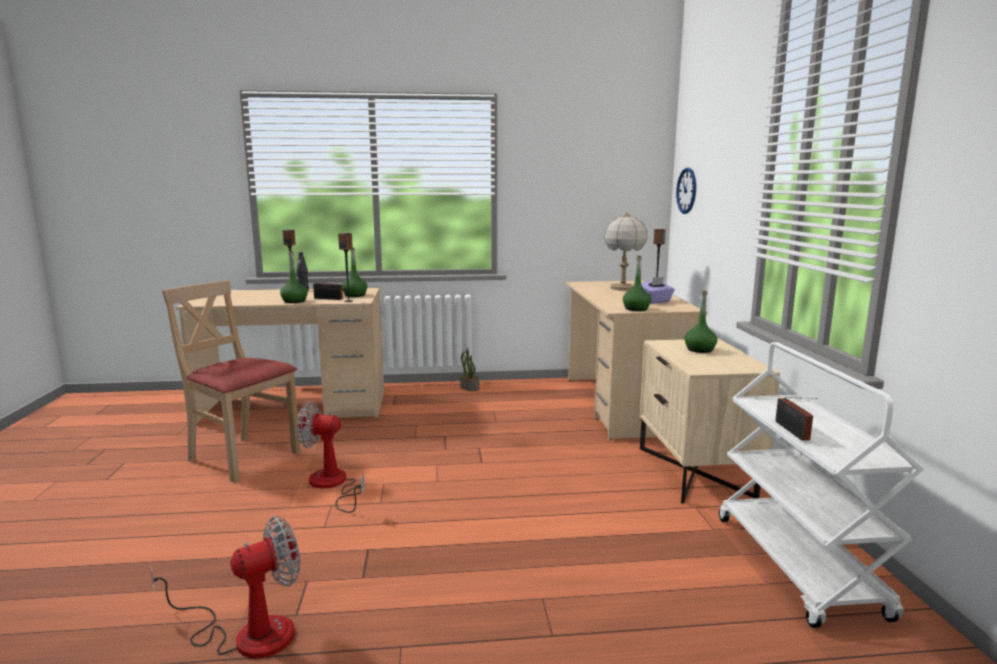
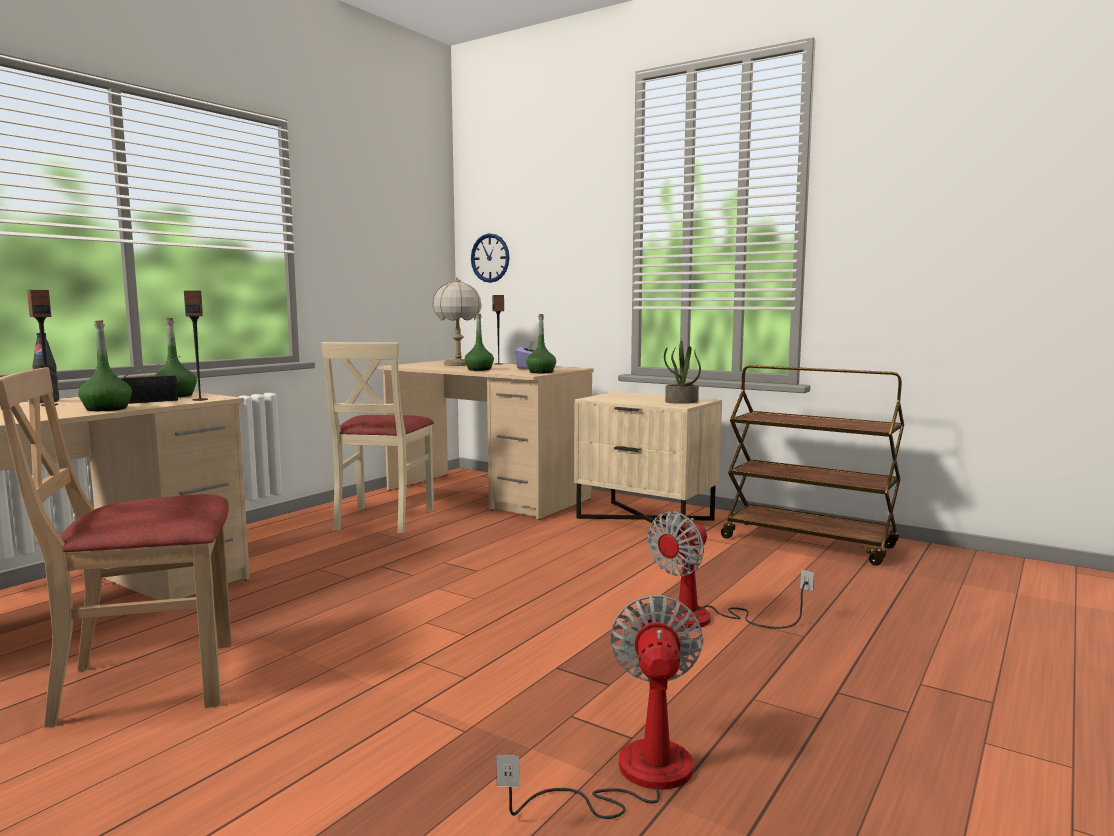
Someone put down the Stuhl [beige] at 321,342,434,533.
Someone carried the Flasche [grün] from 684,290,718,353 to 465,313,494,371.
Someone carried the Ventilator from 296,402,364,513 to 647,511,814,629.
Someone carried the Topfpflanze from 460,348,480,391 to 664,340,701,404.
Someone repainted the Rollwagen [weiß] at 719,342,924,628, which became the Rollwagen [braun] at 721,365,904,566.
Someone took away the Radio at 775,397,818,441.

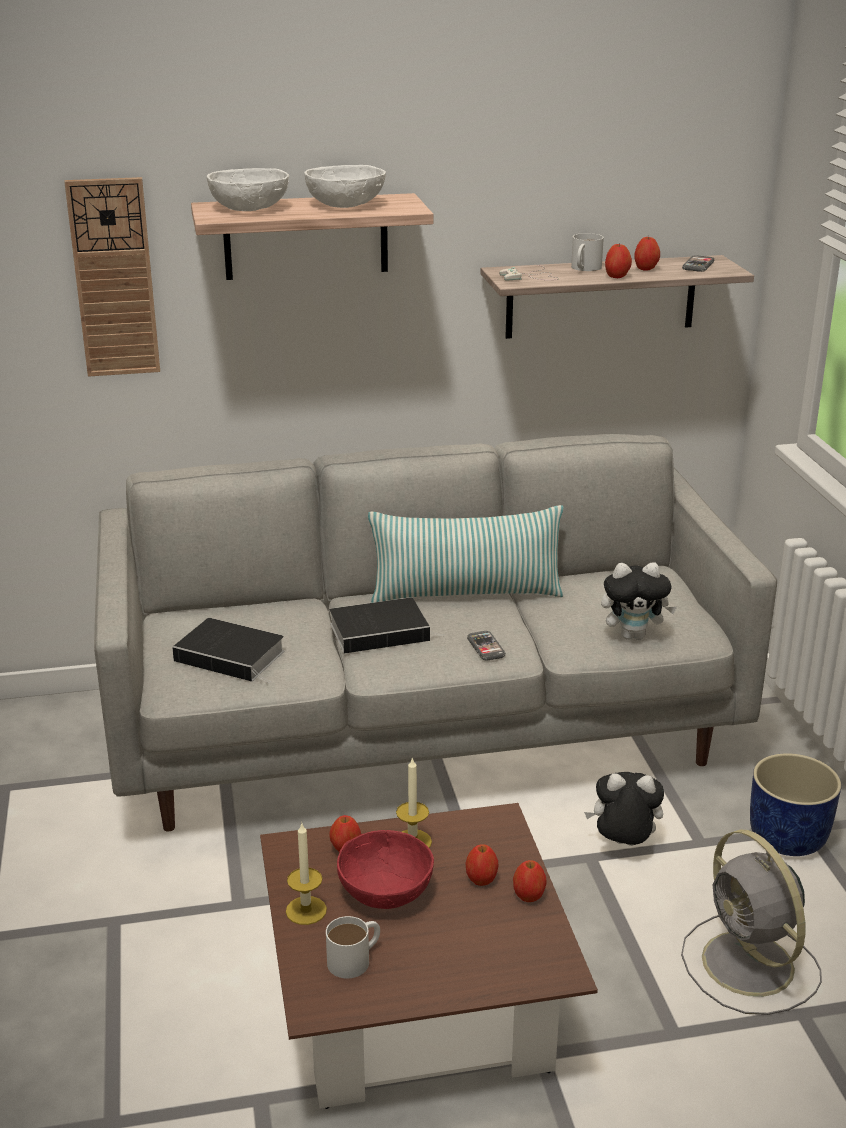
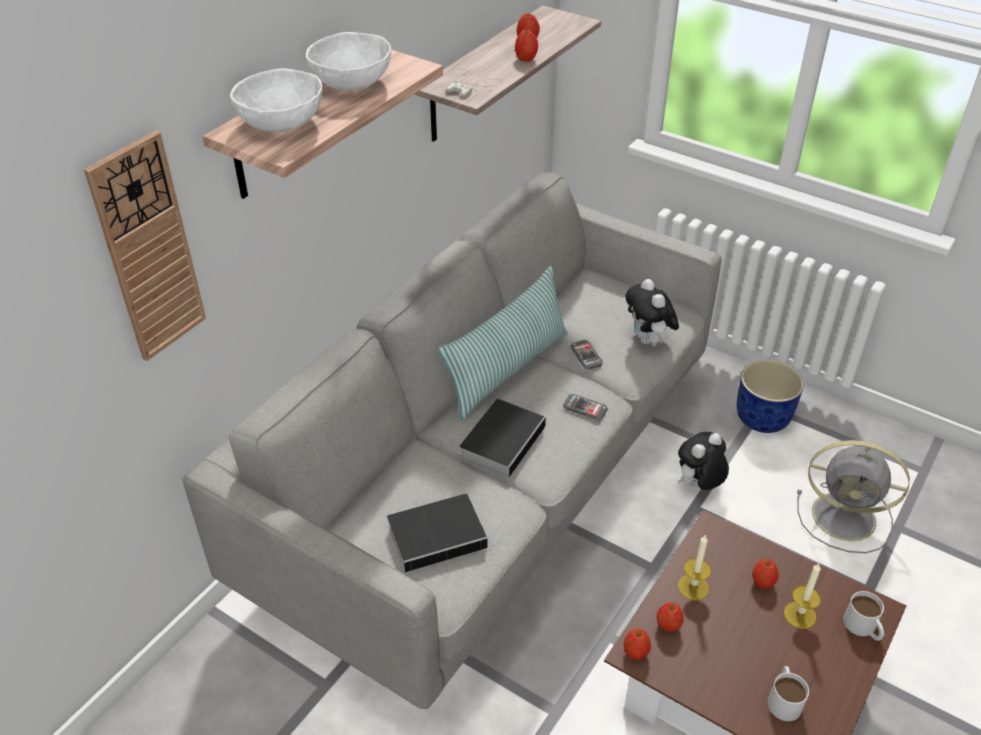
Someone carried the Handy from 682,255,715,272 to 570,340,603,370.
Someone carried the Apfel from 513,860,546,902 to 624,629,651,660.
Someone rotated the Plüschtier at 601,562,677,640 by 120 degrees clockwise.
Someone carried the Kerze from 286,822,327,925 to 784,563,821,629.
Someone carried the Henkelbecher [weiß] from 571,233,604,271 to 843,591,884,641.
Someone took away the Schüssel [rot] at 337,830,434,909.

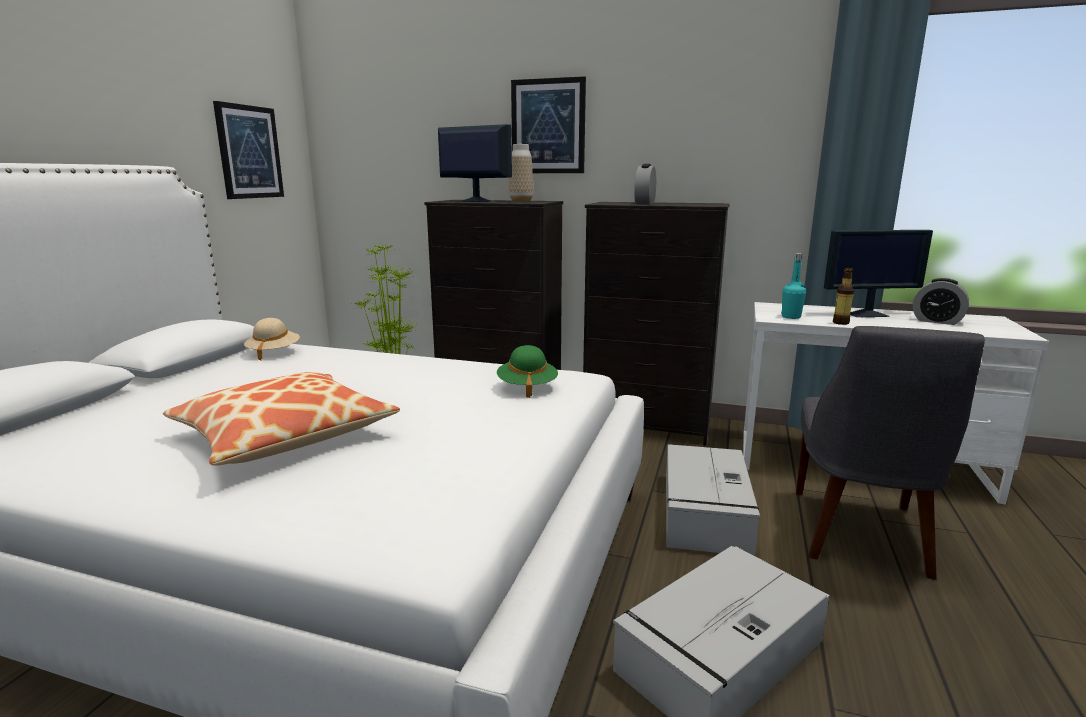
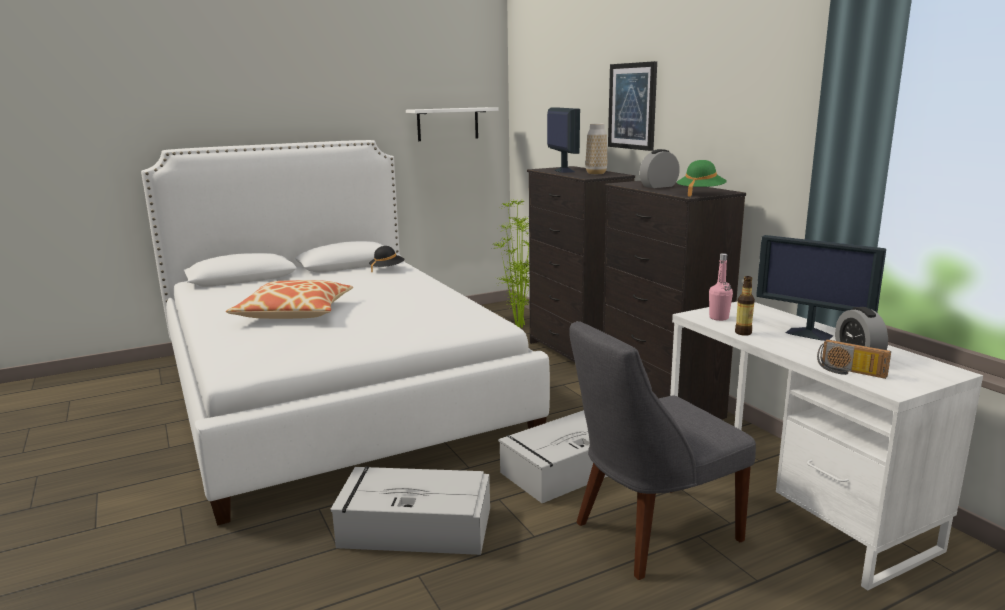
Someone repainted the Hut [beige] at 244,318,300,361, which became the Hut [schwarz] at 369,246,405,272.
Someone swapped the Bild at 213,101,284,199 for the Wandregal [weiß] at 406,107,499,141.
Someone carried the Hut [grün] from 497,345,558,398 to 677,160,727,197.
Someone repainted the Flasche [türkis] at 781,253,806,319, which became the Flasche [rosa] at 709,253,733,321.
Someone put down the Radio at 817,339,891,379.

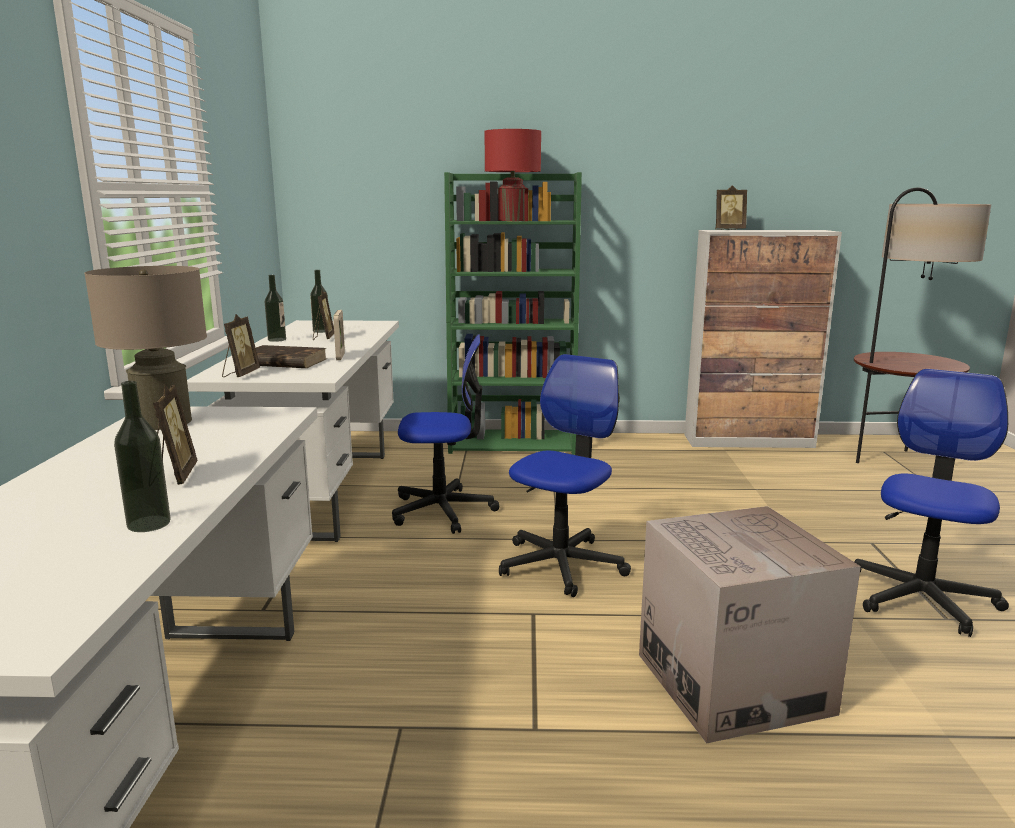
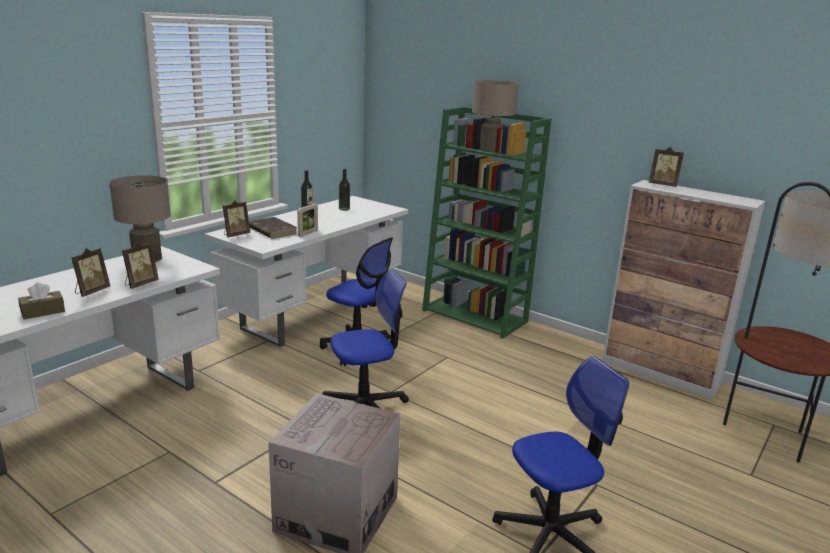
Someone swapped the Flasche at 114,381,171,532 for the Taschentuchbox [braun] at 18,282,65,319.
Someone carried the Bilderrahmen from 313,290,334,340 to 122,242,159,289.
Someone repainted the Tischlampe [rot] at 484,129,541,221, which became the Tischlampe [beige] at 472,80,519,152.

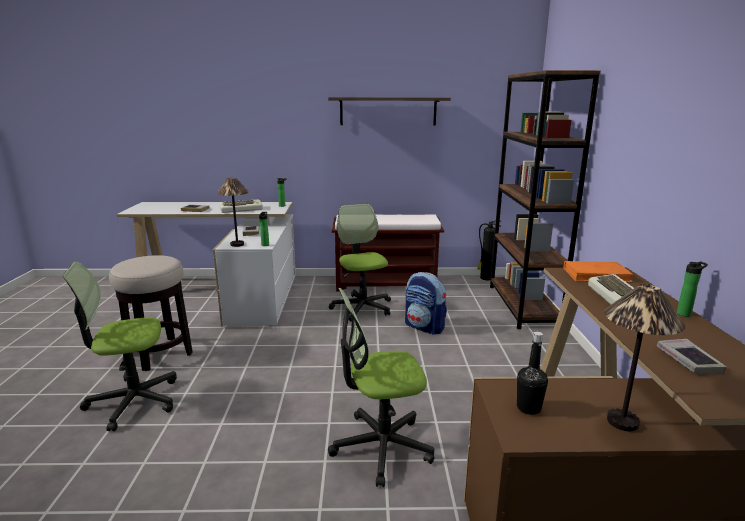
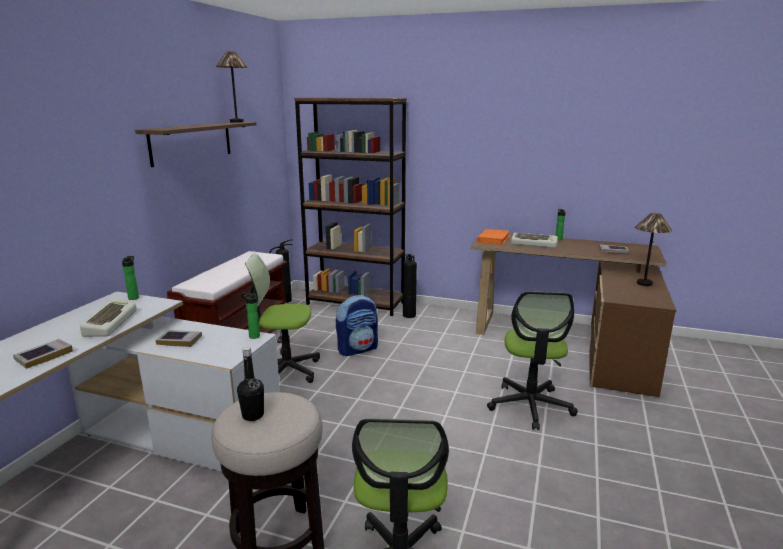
Someone carried the Tischlampe from 216,178,249,247 to 216,51,247,123.
Someone carried the Flasche [schwarz] from 517,332,548,415 to 237,347,264,421.
Someone put down the Feuerlöscher at 403,254,417,318.

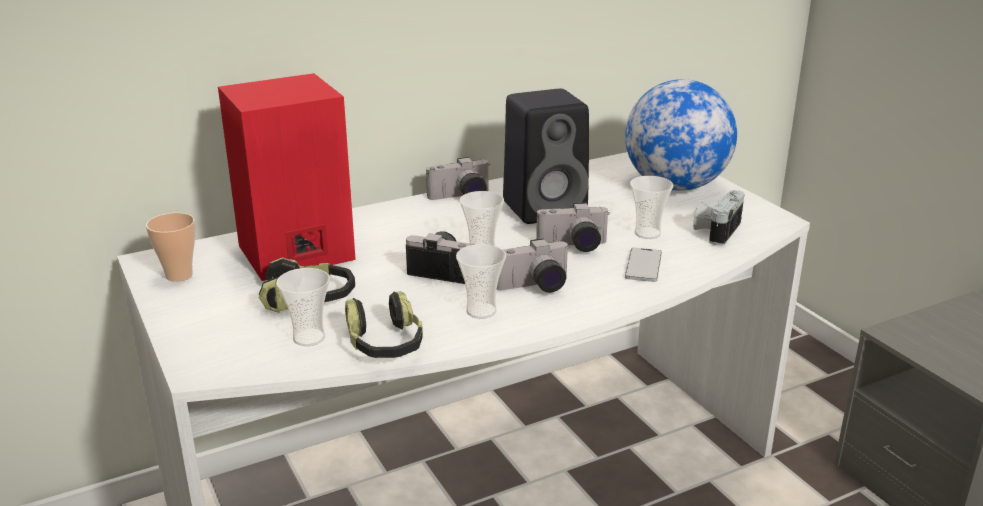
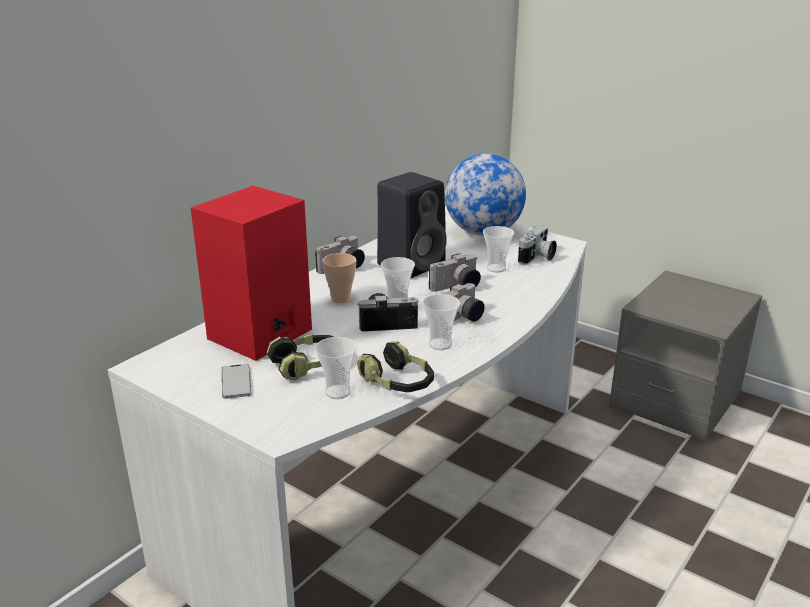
Someone carried the Handy from 625,248,662,282 to 222,364,251,399.
Someone carried the Tasse from 146,213,195,282 to 322,253,356,303.
Someone rotated the Kamera at 693,190,745,246 by 150 degrees counterclockwise.

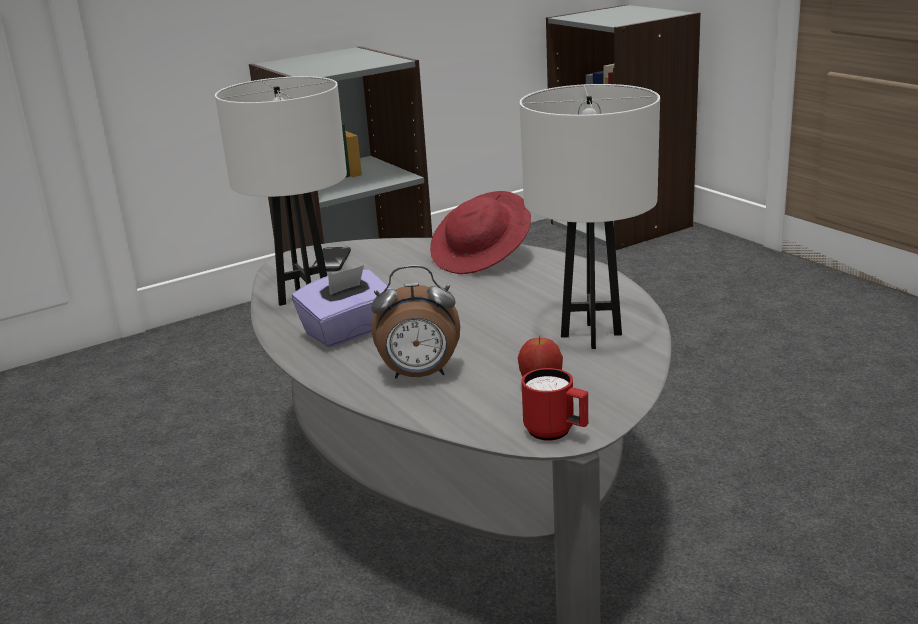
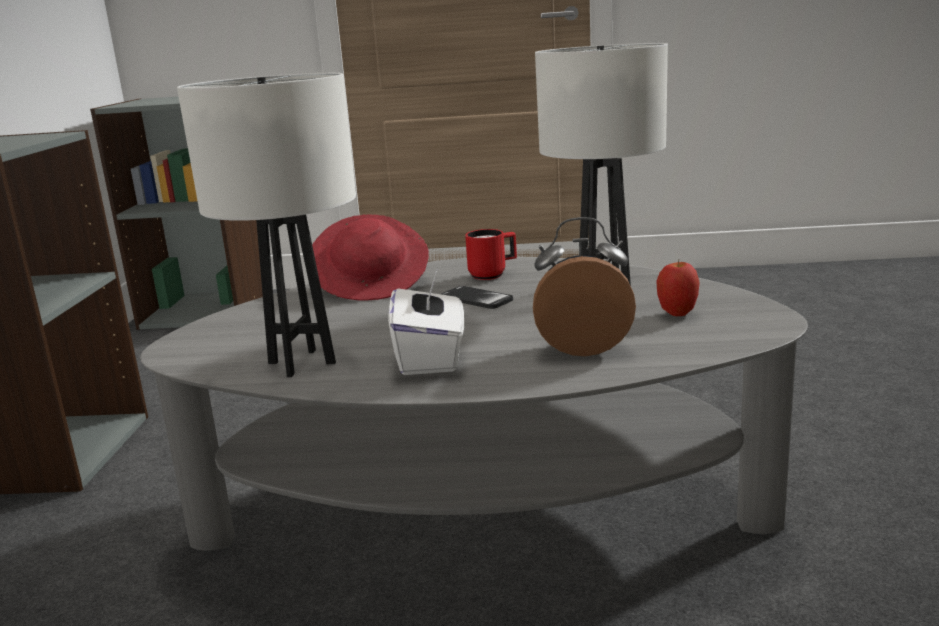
Someone repainted the Taschentuchbox [lila] at 292,265,391,348, which became the Taschentuchbox [weiß] at 388,271,464,375.
Someone carried the Handy from 313,247,351,272 to 441,286,513,309.
Someone carried the Henkelbecher [rot] from 521,368,588,441 to 465,229,517,280.
Someone rotated the Wecker at 371,265,460,379 by 120 degrees counterclockwise.

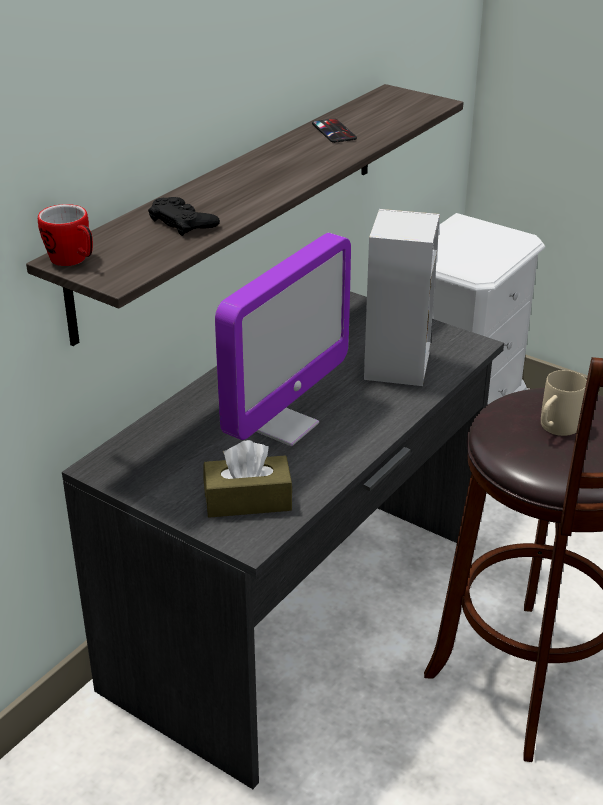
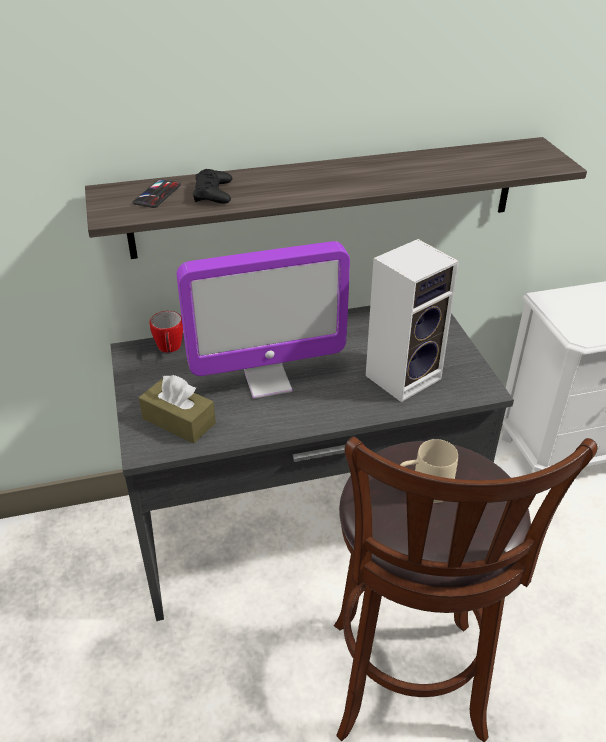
Someone carried the Handy from 312,119,357,143 to 133,179,181,208.
Someone carried the Henkelbecher from 38,204,93,266 to 150,311,183,353.

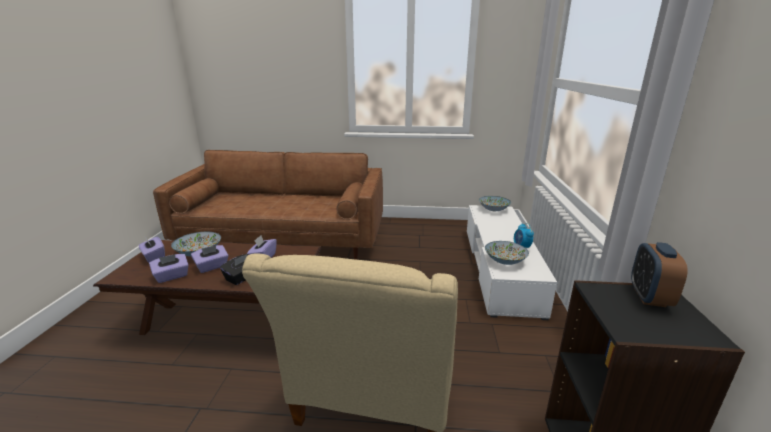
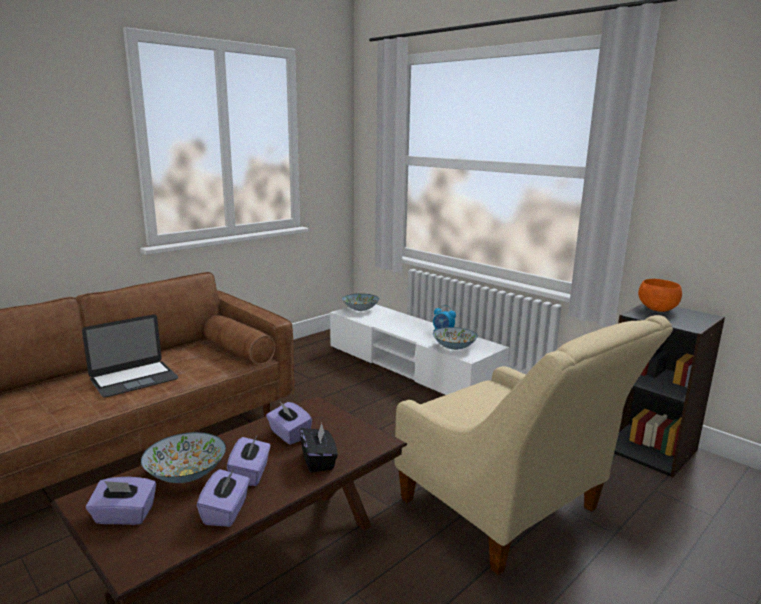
Someone put down the Laptop at 82,314,179,398.
Someone swapped the Wecker at 631,242,688,307 for the Schüssel [orange] at 638,279,682,312.

